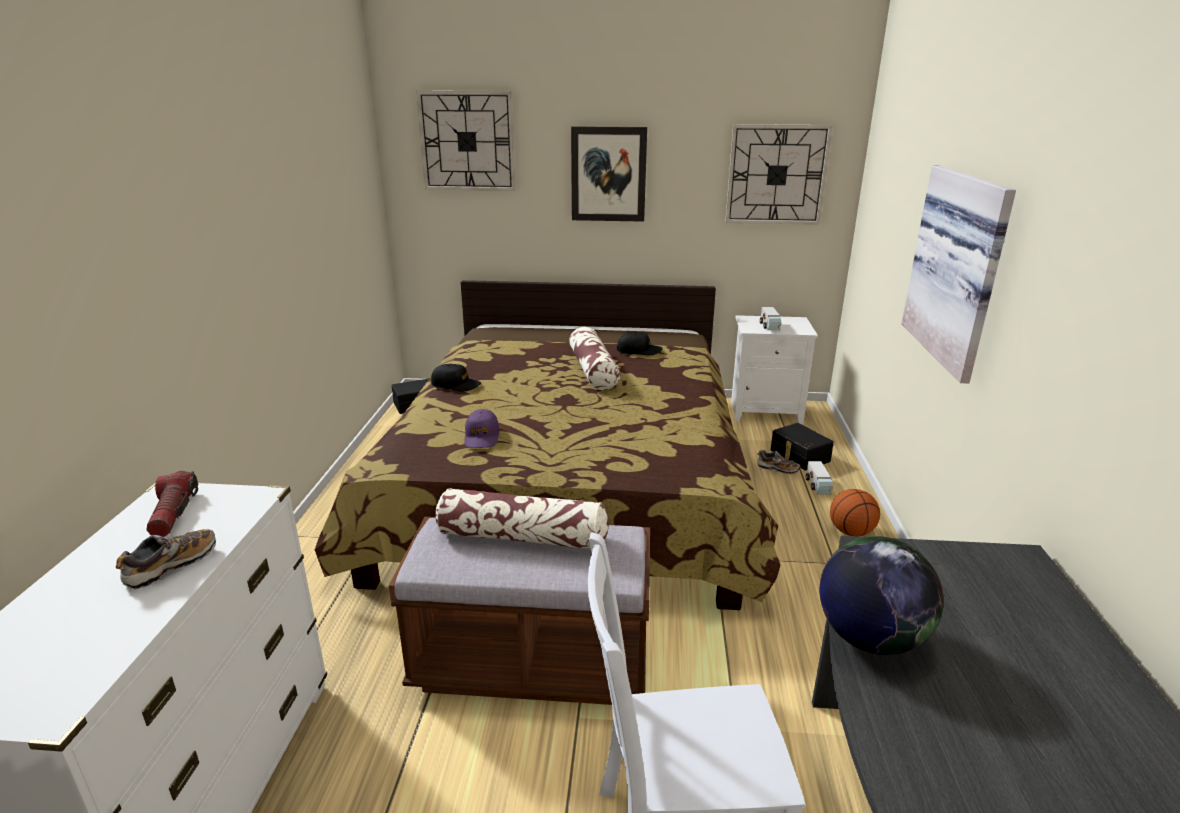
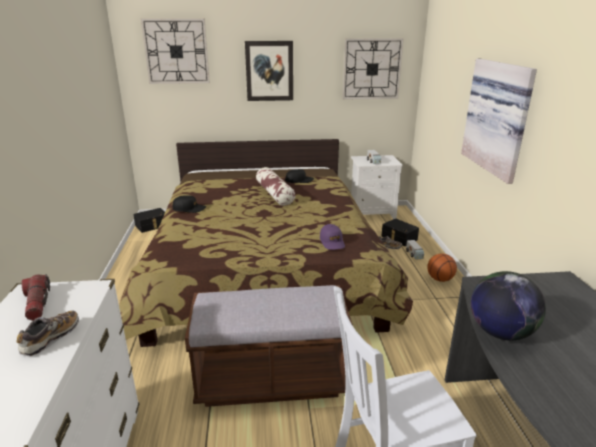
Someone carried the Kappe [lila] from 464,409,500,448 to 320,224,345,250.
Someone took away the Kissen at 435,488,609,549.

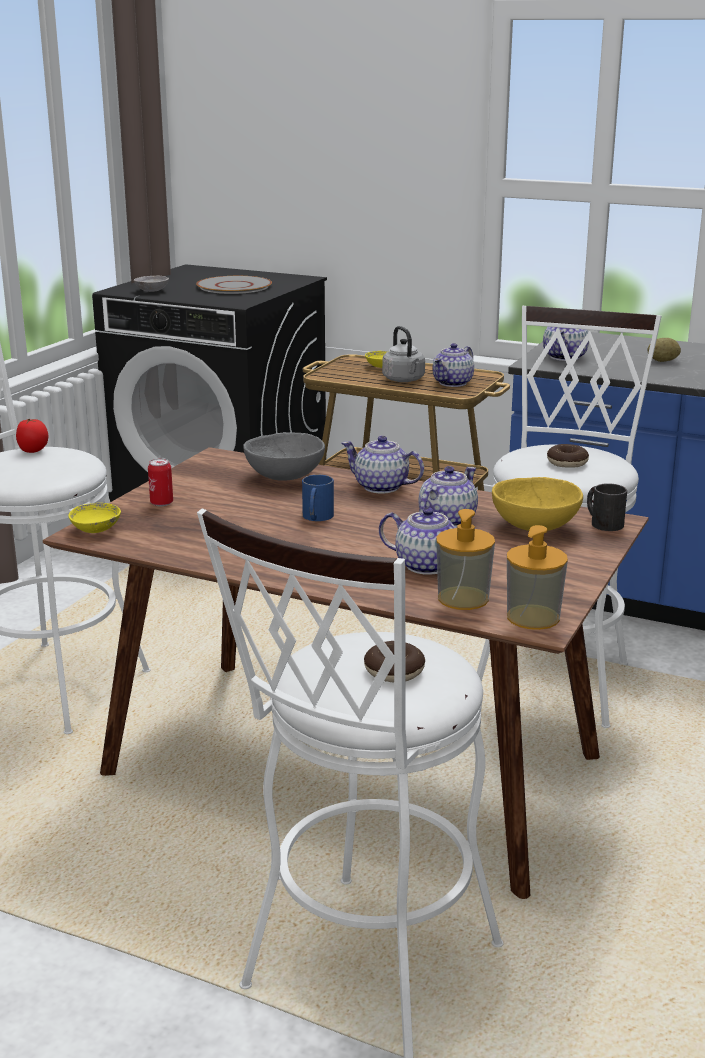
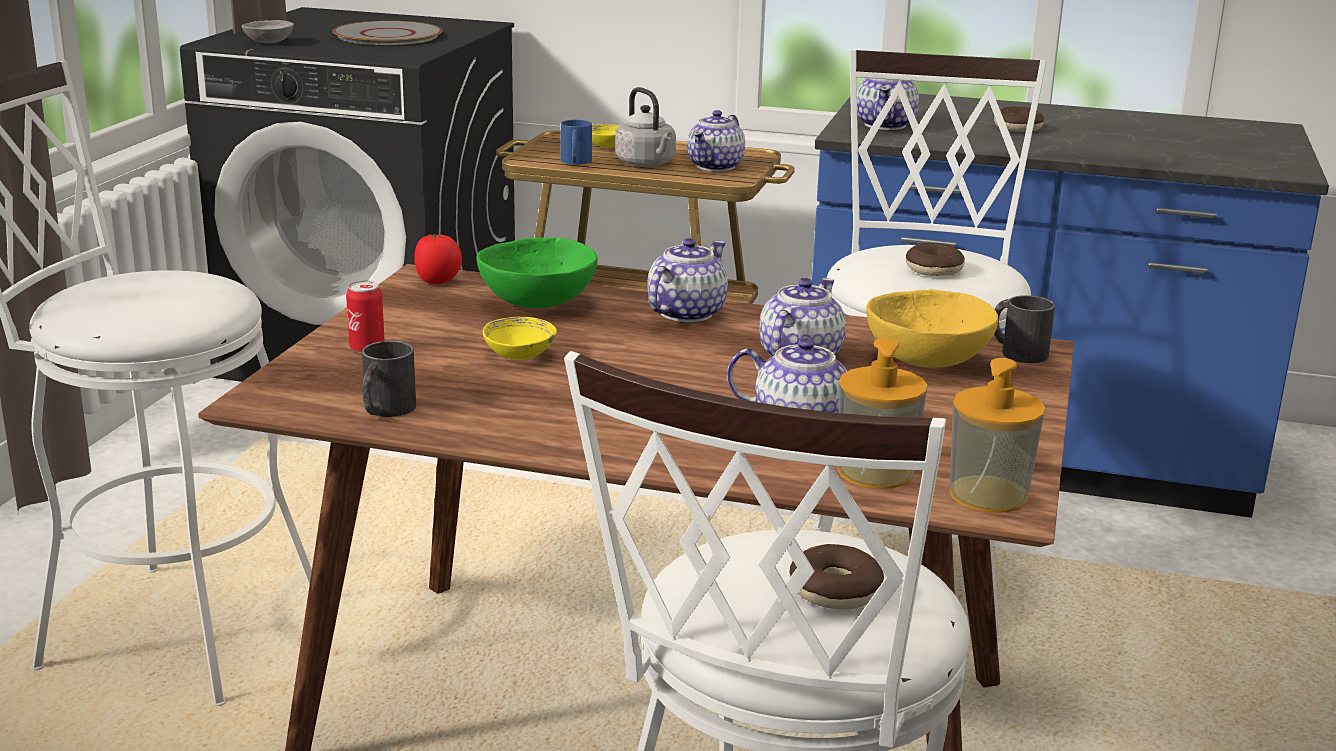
Someone put down the Henkelbecher [schwarz] at 362,341,416,417.
Someone carried the Tomate from 16,419,48,453 to 414,234,462,284.
Someone repainted the Schüssel [grau] at 243,432,325,481, which became the Schüssel [grün] at 477,237,598,308.
Someone carried the Schüssel [gelb] from 68,503,121,533 to 483,317,557,360.
Someone carried the Henkelbecher [blau] from 302,475,334,521 to 561,120,592,164.
Someone rotated the Teekanne at 342,436,424,494 by 105 degrees clockwise.
Someone swapped the Kartoffel at 648,338,681,362 for the Donut at 994,107,1044,132.

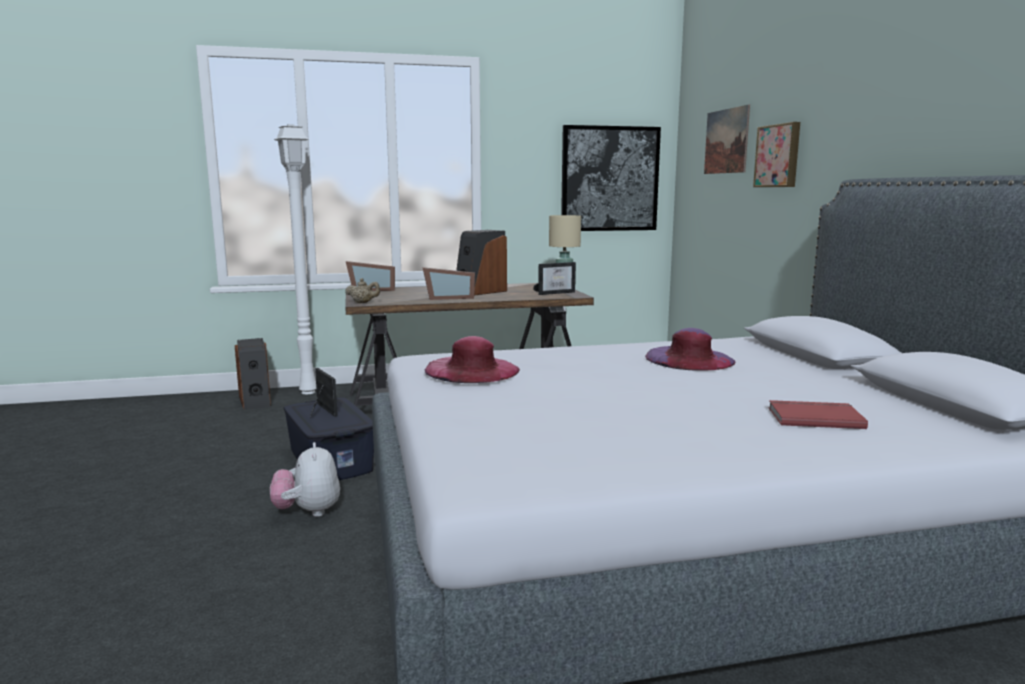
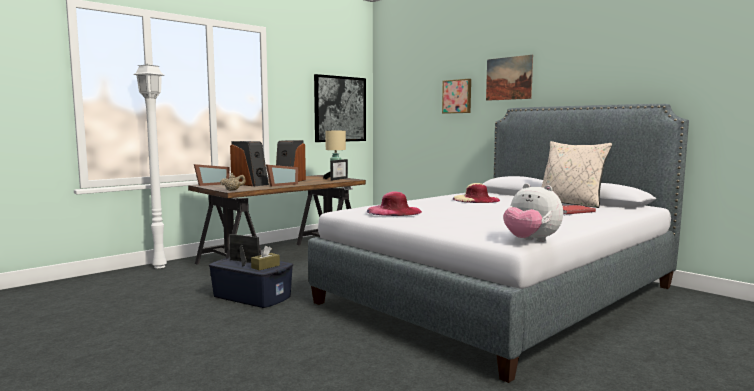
Someone carried the Lautsprecher from 235,338,271,410 to 230,141,269,186.
Someone put down the Taschentuchbox [braun] at 251,246,280,271.
Someone repainted the Hut [lila] at 645,328,736,371, which became the Hut [beige] at 453,183,500,203.
Someone carried the Bild from 704,105,750,174 to 486,55,533,101.
Someone carried the Plüschtier from 270,442,340,517 to 503,183,563,242.
Someone put down the Kissen [beige] at 542,141,612,208.

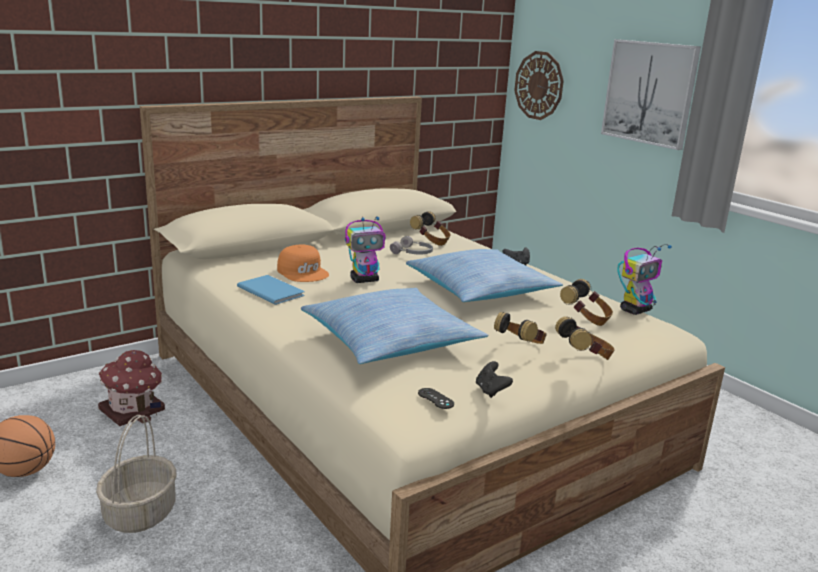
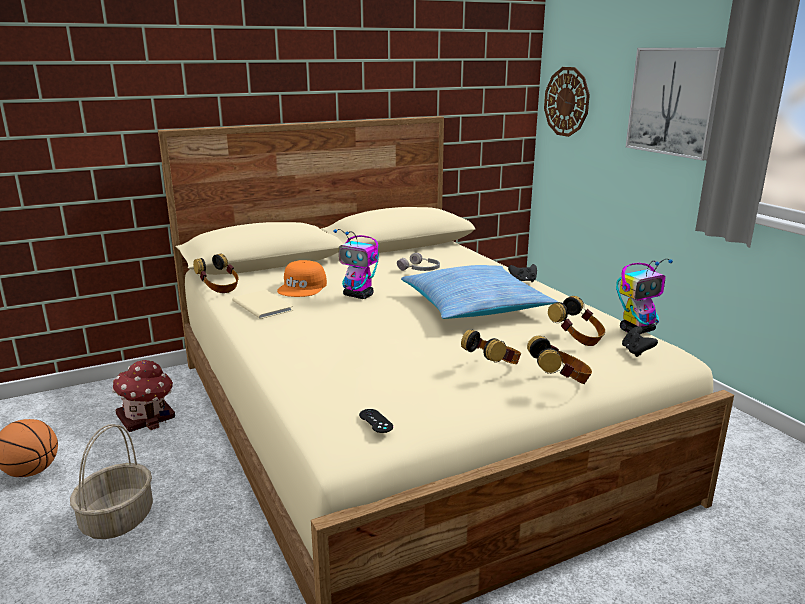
Someone carried the Kopfhörer from 410,211,450,246 to 193,253,239,293.
Someone repainted the Buch [blau] at 237,275,305,305, which became the Buch [beige] at 232,290,293,319.
Someone rotated the Kappe [orange] at 277,244,329,282 by 45 degrees clockwise.
Someone rotated the Spielzeugroboter at 345,217,386,283 by 45 degrees clockwise.
Someone carried the Gamepad [schwarz] from 476,361,513,398 to 622,326,658,357.
Someone took away the Kissen at 301,288,488,364.

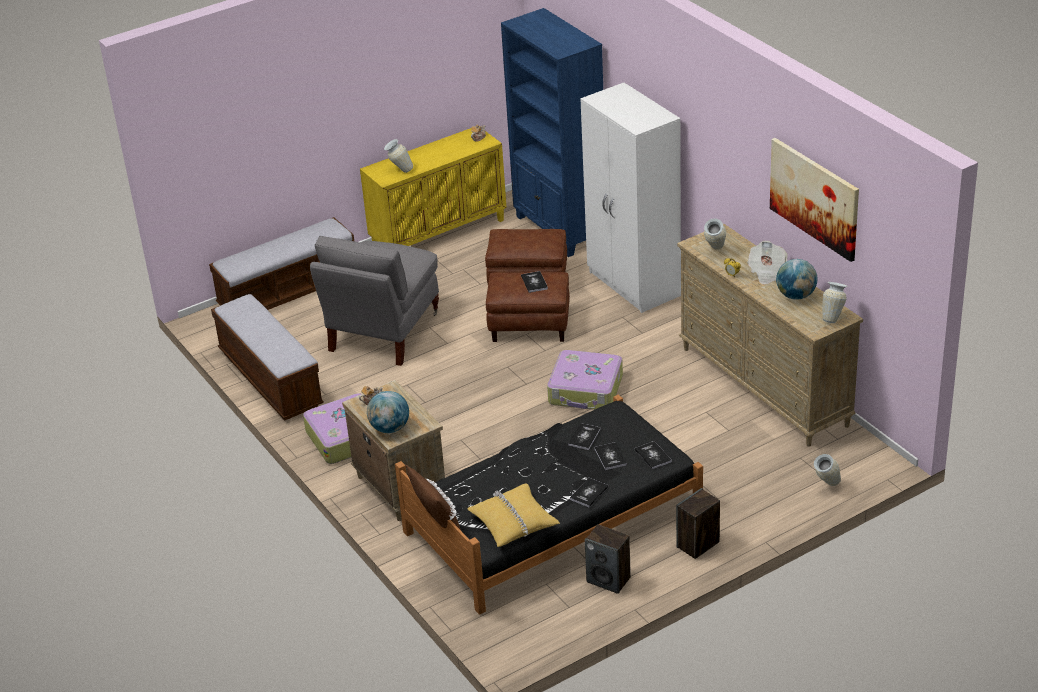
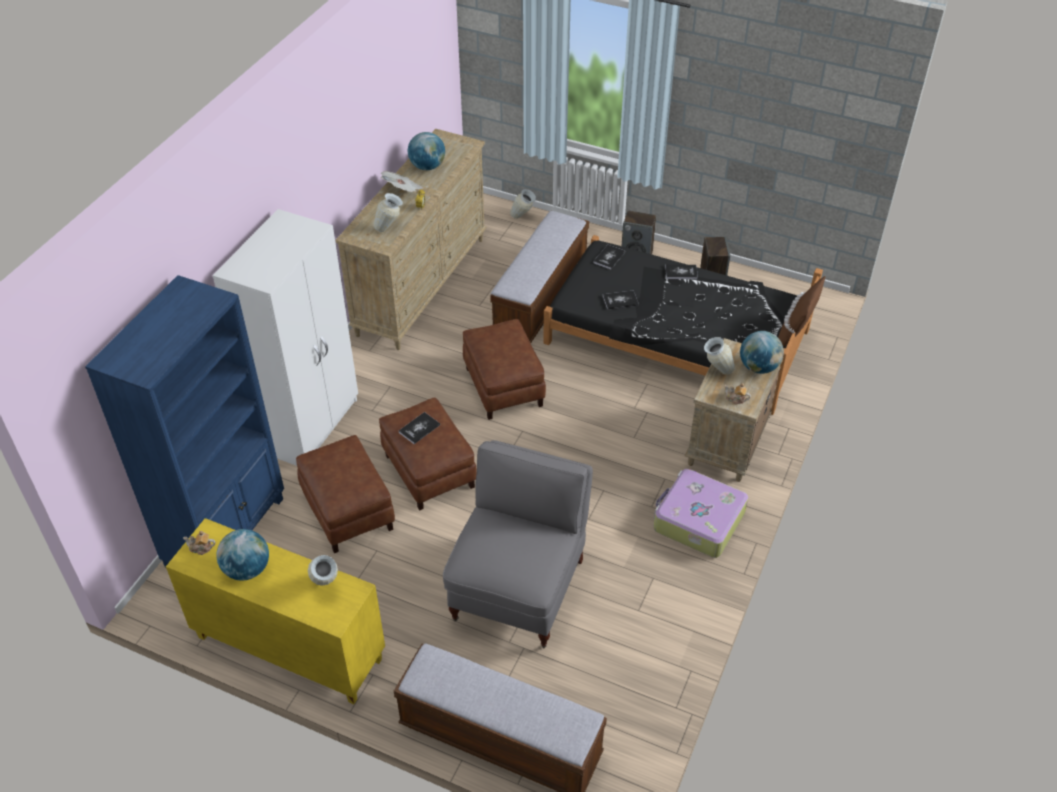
Someone put down the Globus at 216,529,269,581.
Someone rotated the Sessel [grau] at 310,236,439,366 by 60 degrees counterclockwise.
Someone swapped the Koffer at 547,350,623,410 for the Polsterhocker [braun] at 463,319,546,420.
Someone carried the Bank from 211,294,324,421 to 490,211,589,343.
Someone carried the Vase from 822,282,848,323 to 704,337,735,375.
Someone took away the Kissen [gelb] at 467,483,560,547.
Someone took away the Buch at 594,442,627,470.
Someone took away the Bild at 770,138,859,262.

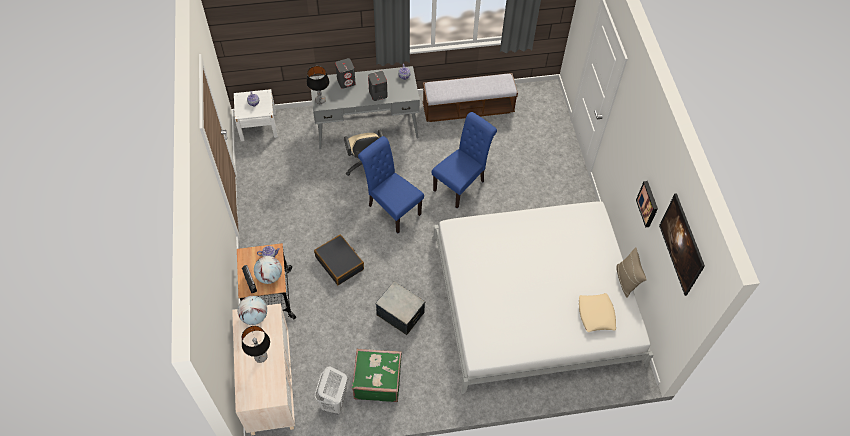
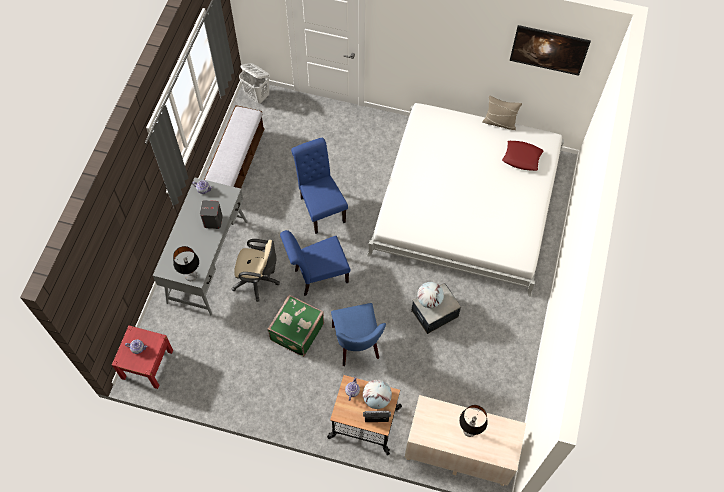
Someone repainted the Nachttisch [weiß] at 234,89,278,141, which became the Nachttisch [rot] at 112,326,173,389.
Someone carried the Wäschekorb [weiß] from 315,366,347,414 to 239,63,269,104.
Someone carried the Koffer [grün] from 352,349,402,402 to 267,294,324,357.
Someone swapped the Koffer [schwarz] at 314,235,364,285 for the Stuhl [blau] at 331,303,386,366.
Someone carried the Globus from 238,296,267,325 to 417,282,444,308.
Someone repainted the Kissen [beige] at 579,293,616,332, which became the Kissen [rot] at 502,141,544,171.
Someone took away the Lautsprecher [grau] at 335,58,356,89.
Someone took away the Bild at 636,181,658,228.

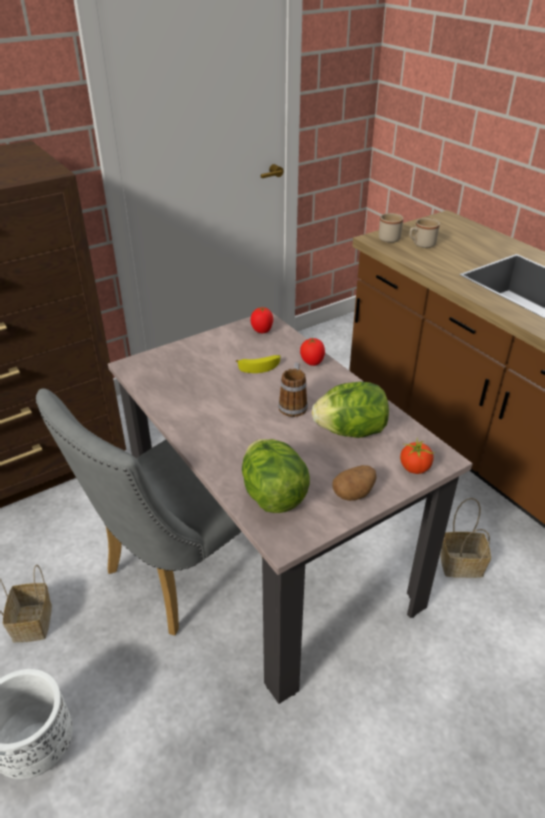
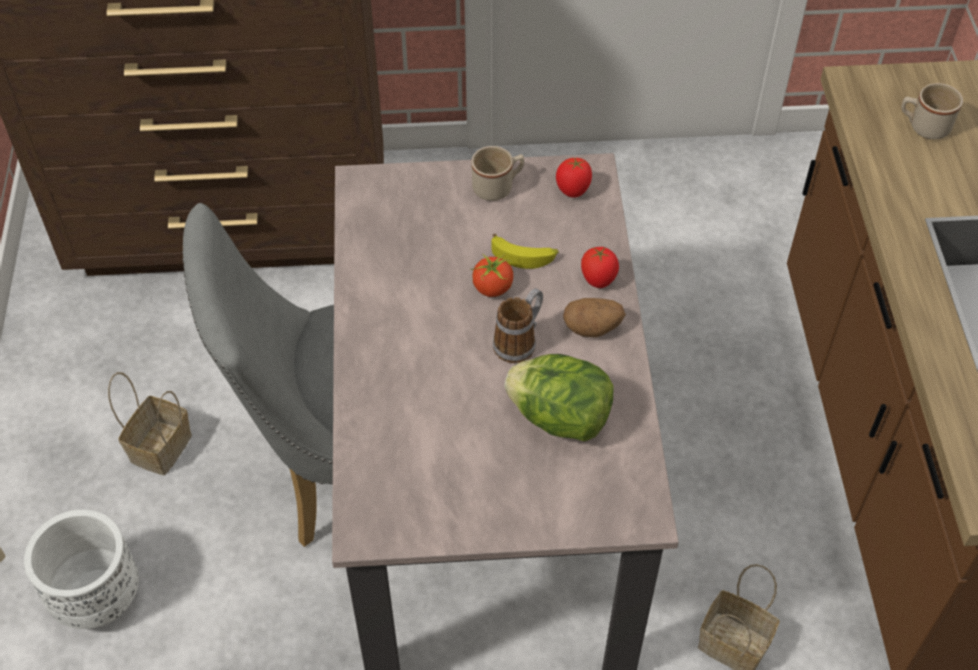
Someone carried the Tomate from 400,439,436,474 to 470,253,513,297.
Someone carried the Henkelbecher [beige] from 379,213,403,243 to 471,146,524,201.
Someone carried the Kartoffel from 332,465,377,501 to 563,298,626,337.
Someone took away the Salatkopf at 242,439,310,513.

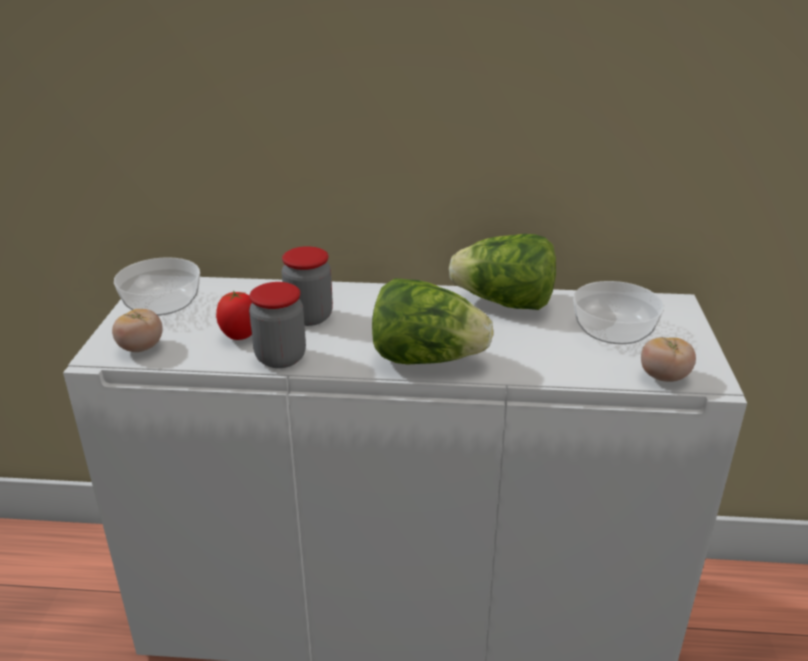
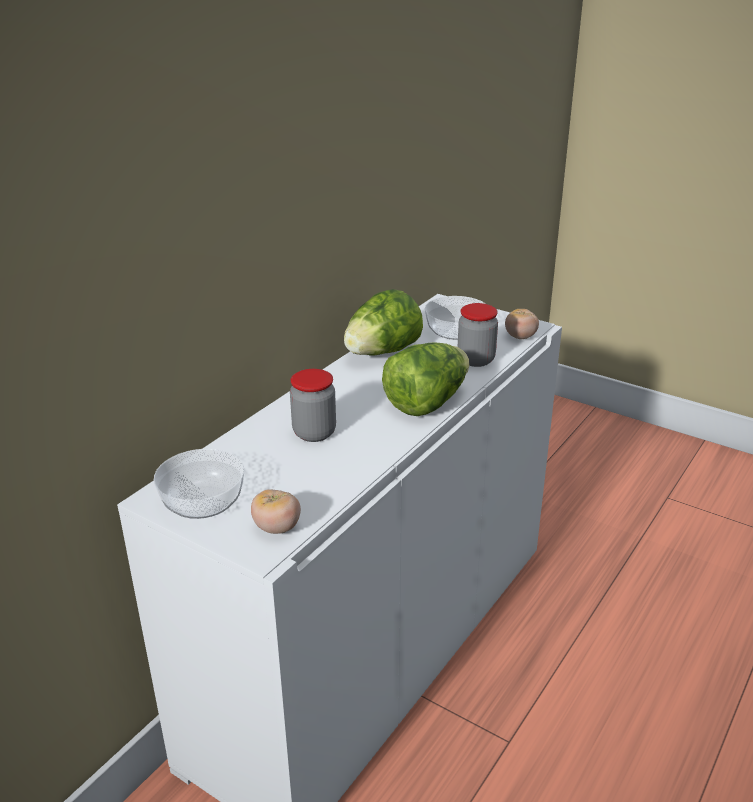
Someone carried the Vorratsglas from 249,282,306,368 to 458,303,498,367.
Someone took away the Tomate at 216,290,252,340.

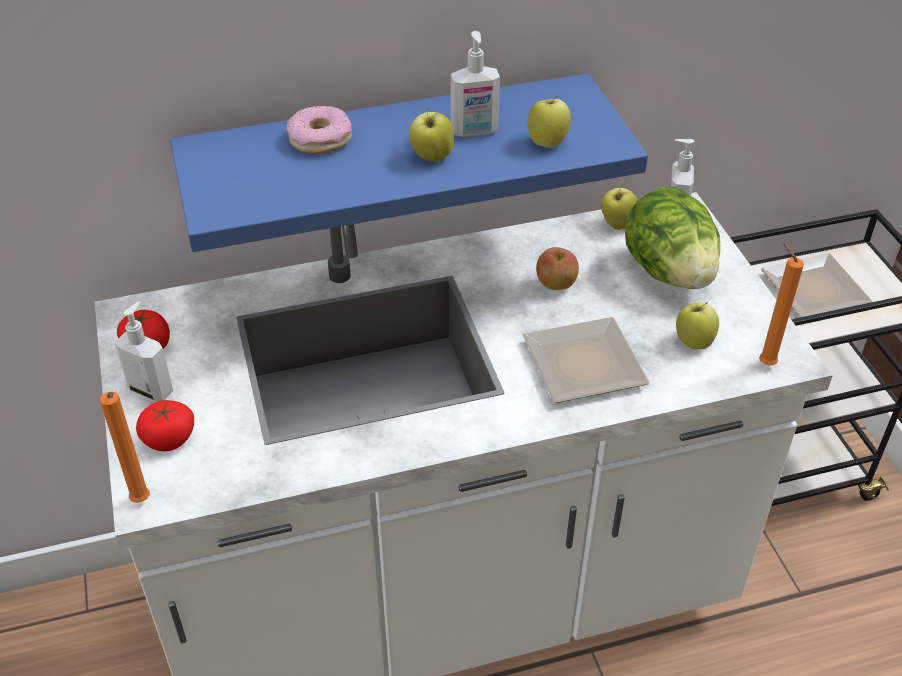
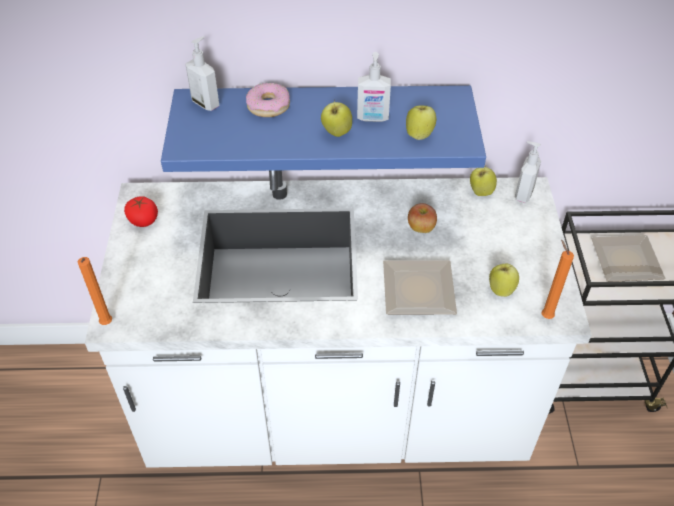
Someone carried the Seifenspender from 115,301,173,401 to 185,36,220,111.
Someone took away the Tomate at 136,400,194,451.
Someone took away the Salatkopf at 625,187,720,289.

